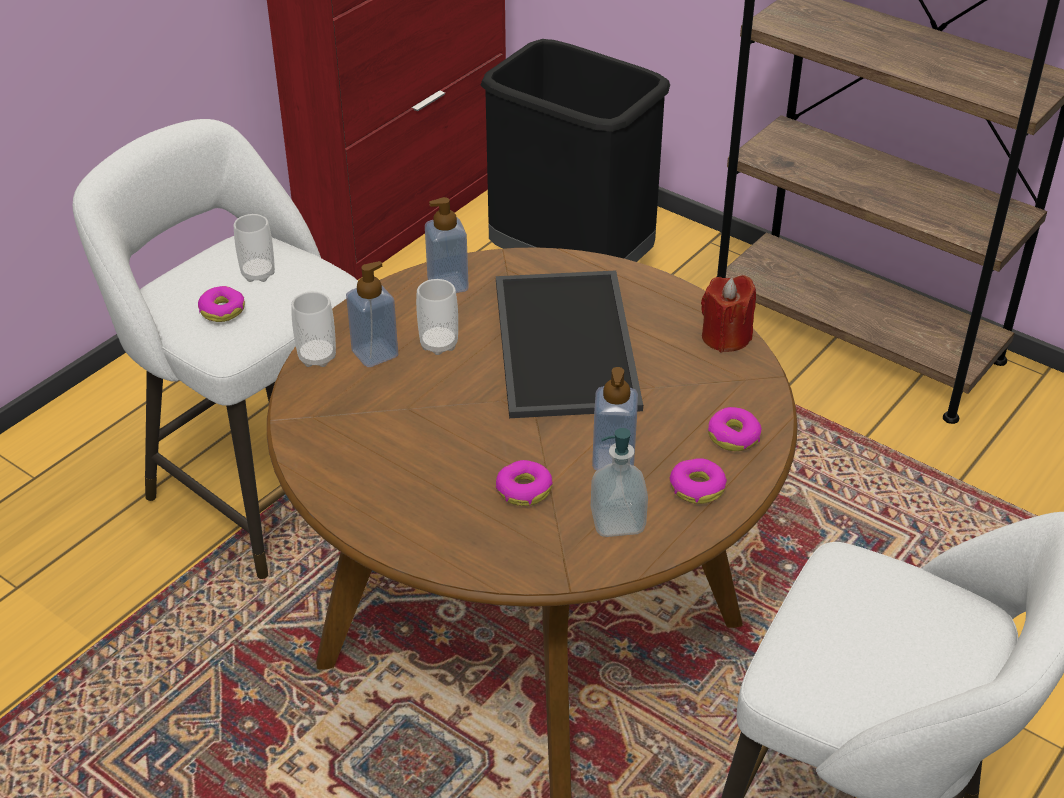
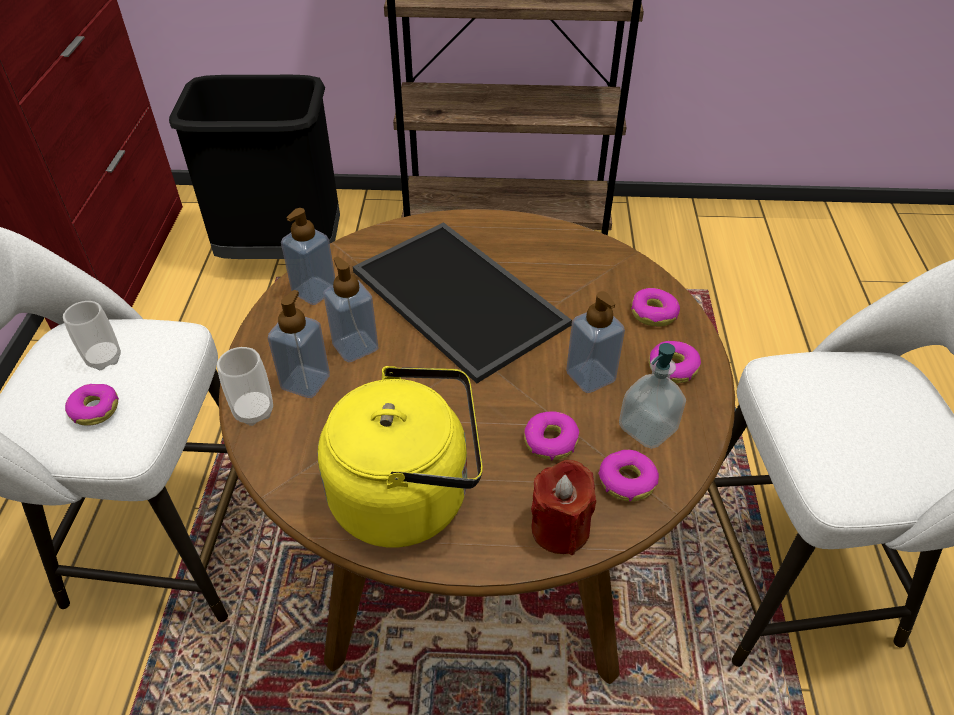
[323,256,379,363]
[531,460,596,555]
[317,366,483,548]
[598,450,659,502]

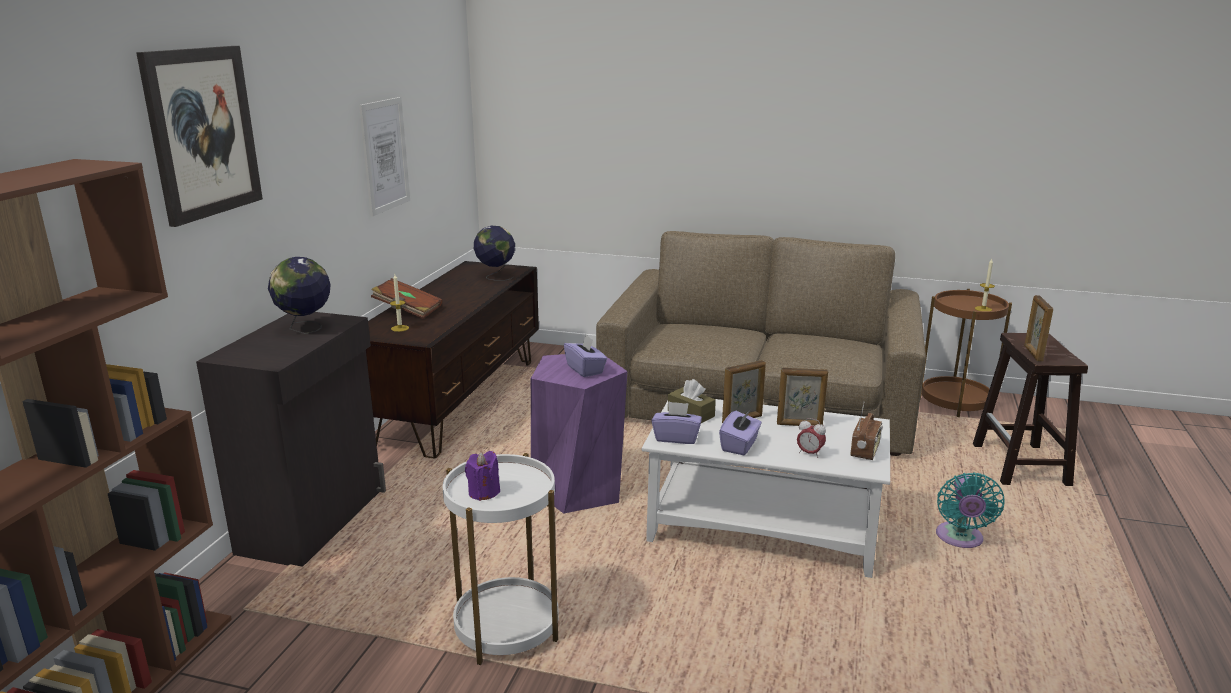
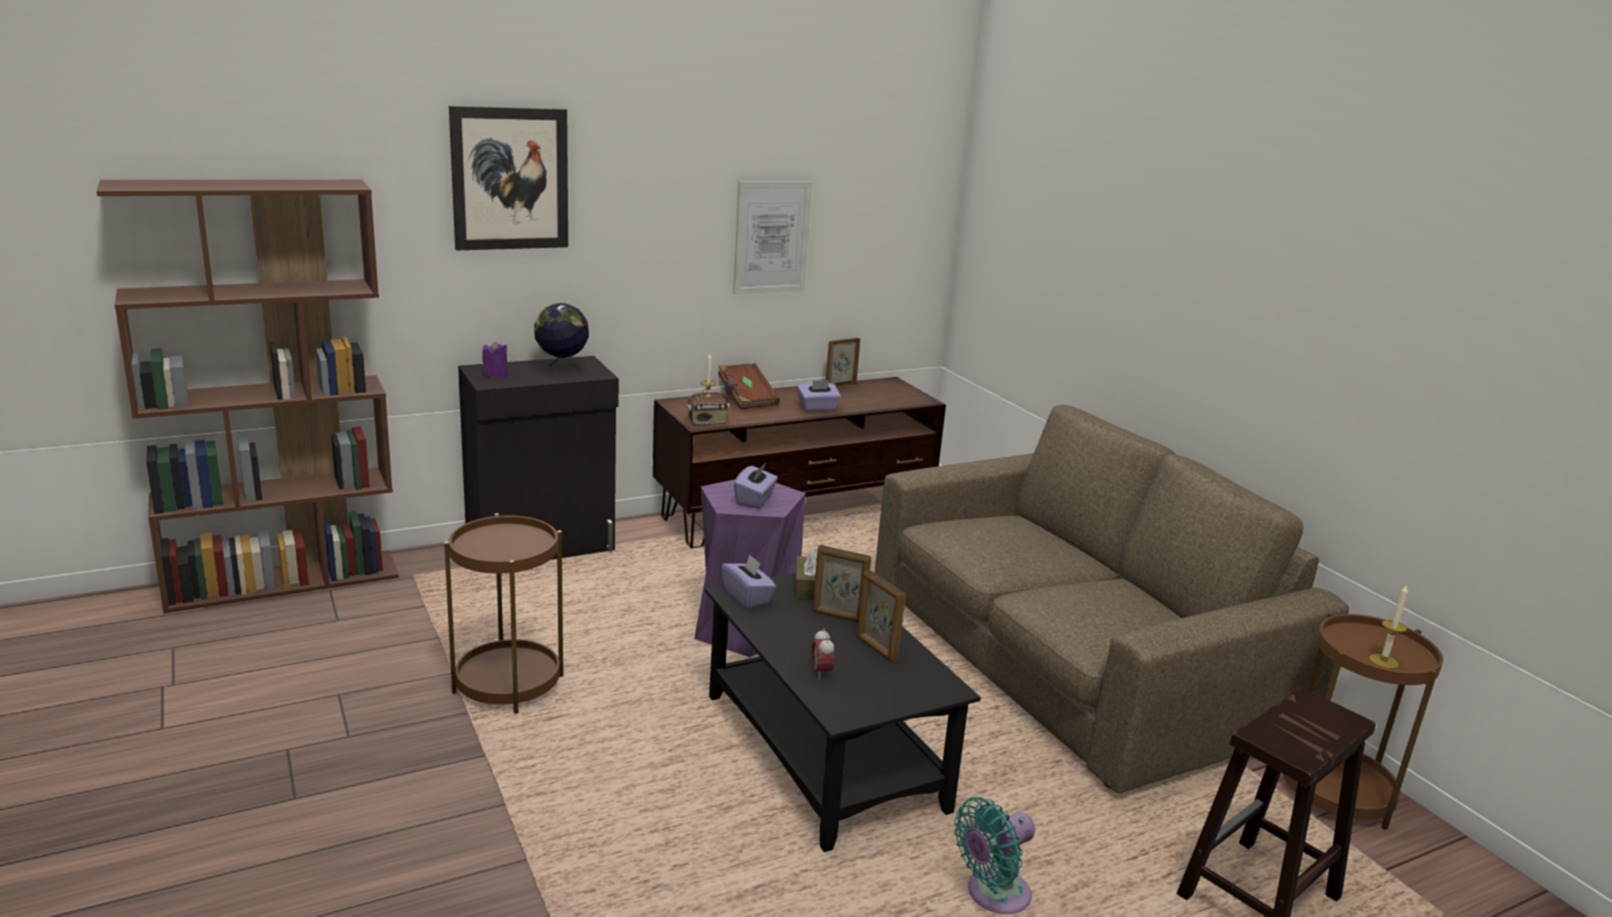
[444,513,563,714]
[482,341,508,378]
[474,225,515,281] (first image)
[705,573,981,852]
[797,380,841,411]
[687,379,729,425]
[826,338,860,388]

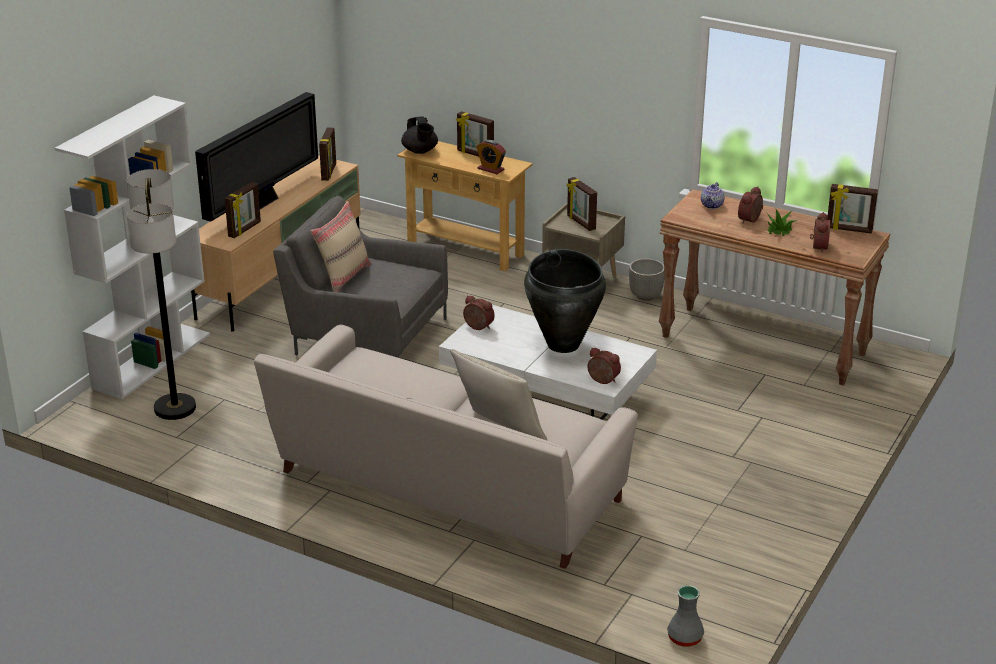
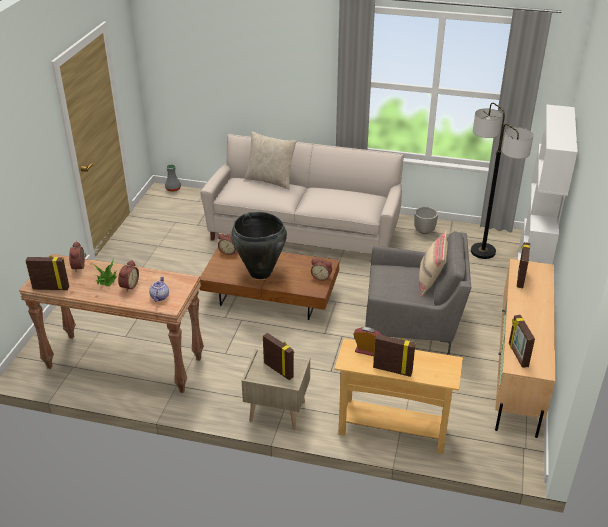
[195,92,318,222] (first image)
[401,117,438,154] (first image)
[200,247,339,320]
[414,207,438,234]

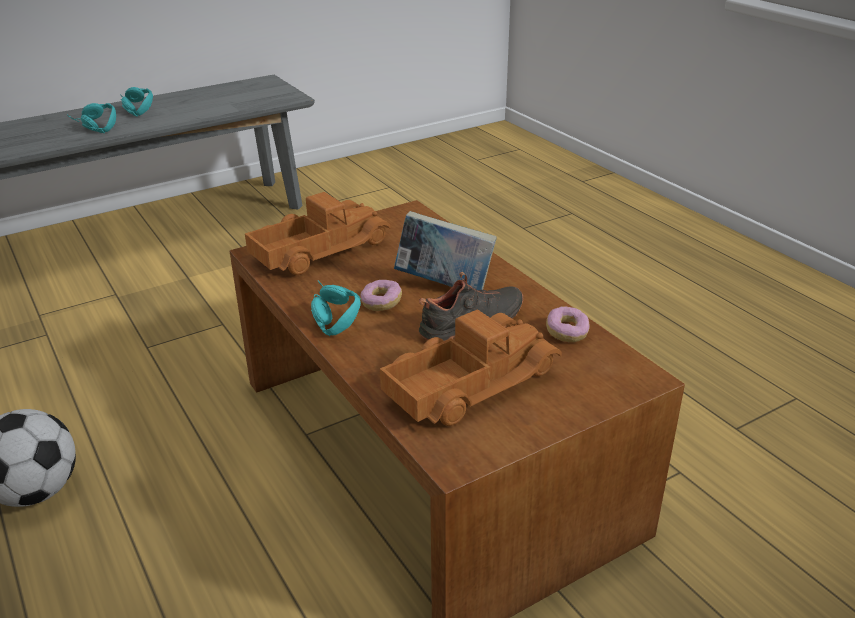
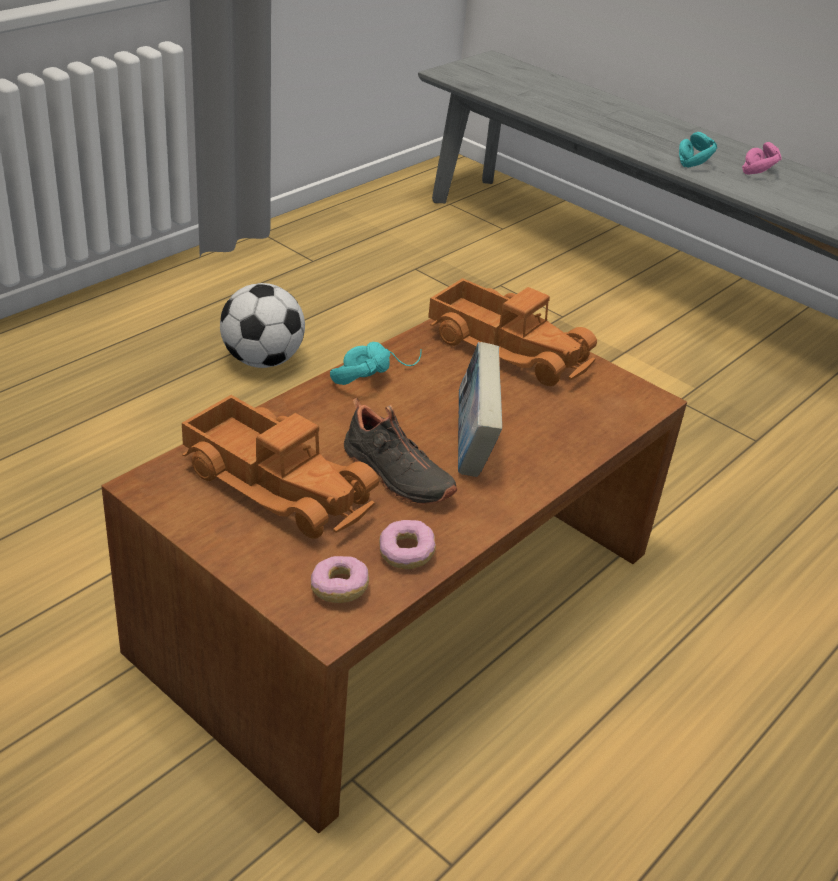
[742,142,781,175]
[311,556,369,603]

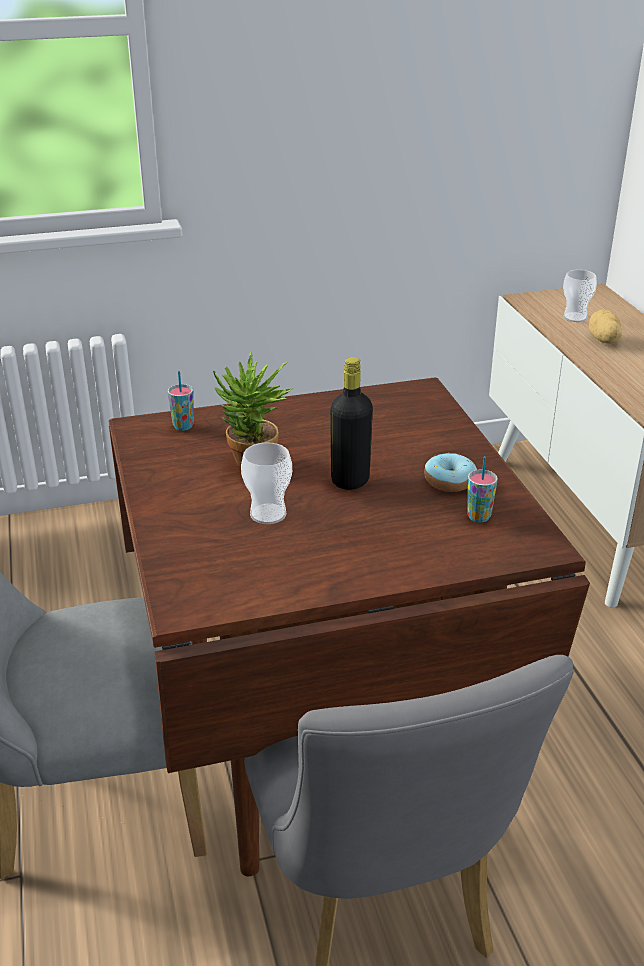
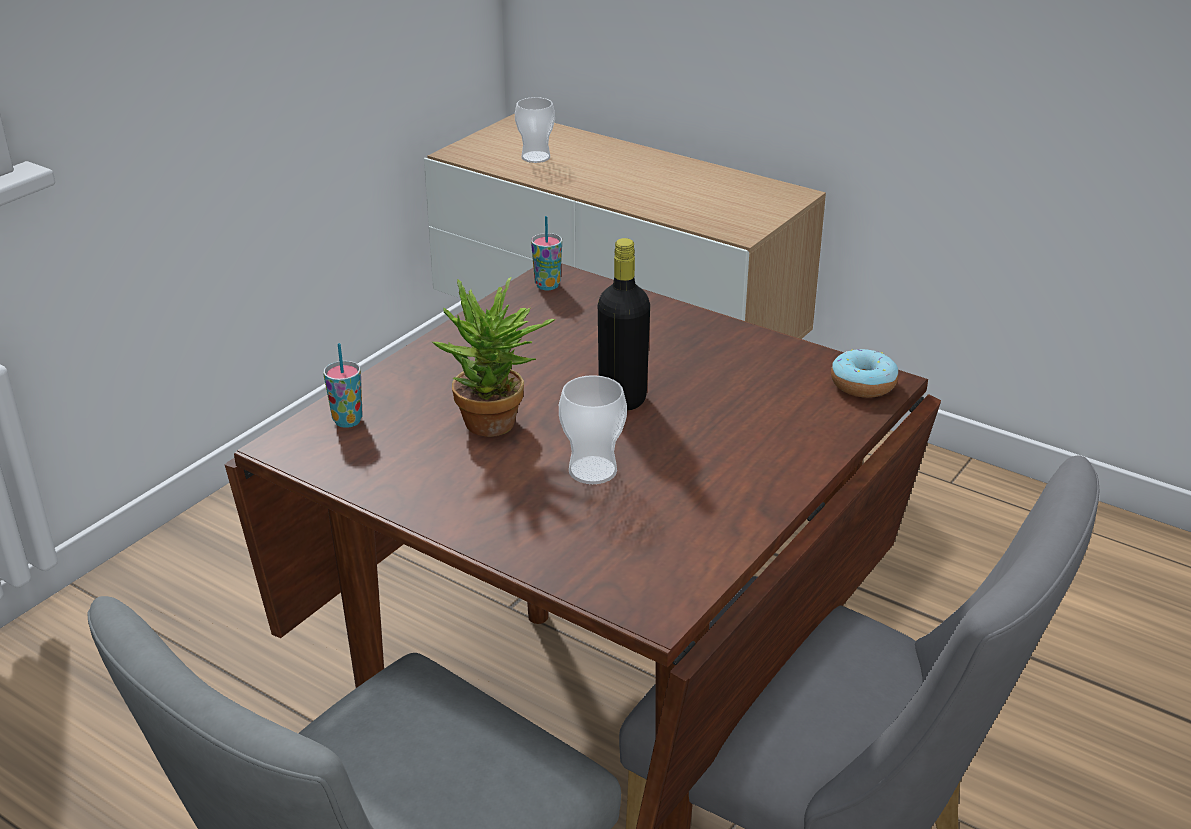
[831,349,898,398]
[531,216,562,290]
[589,310,622,344] (first image)

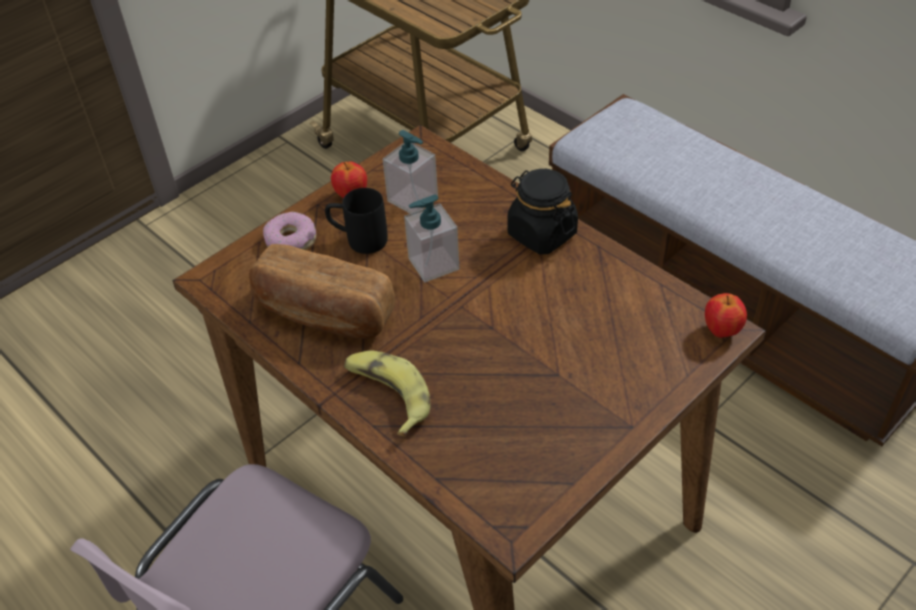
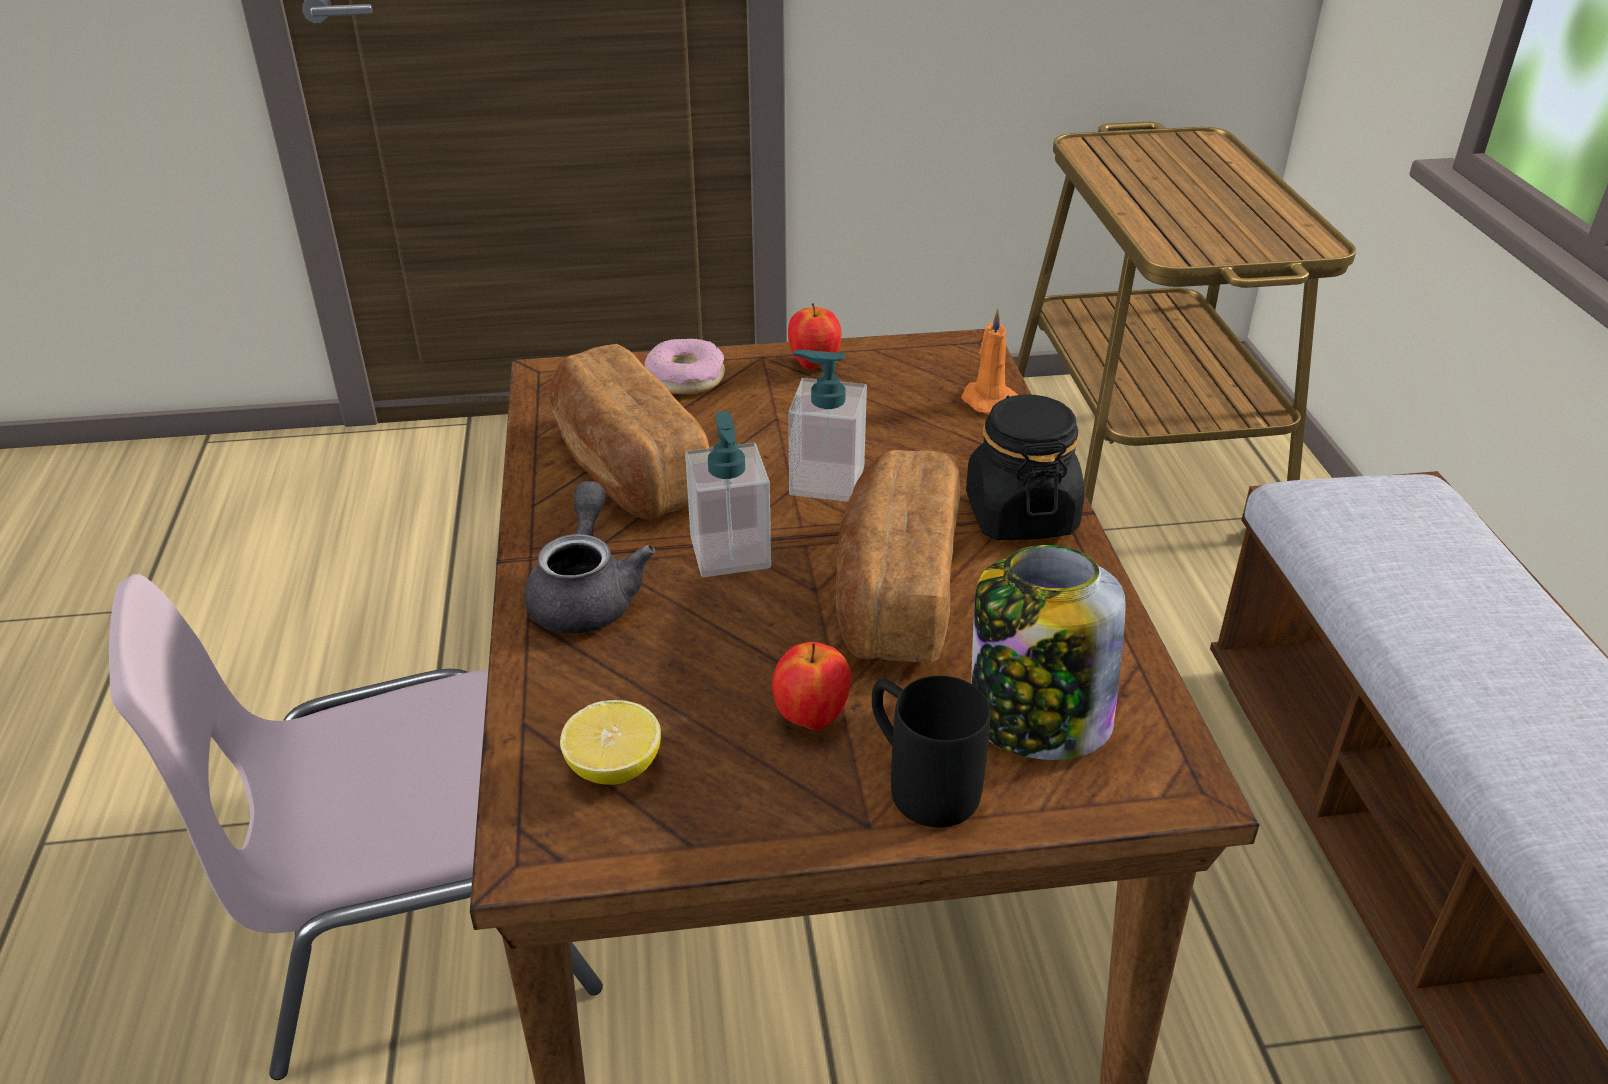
[872,676,991,828]
[524,481,656,634]
[685,411,771,577]
[772,642,851,730]
[560,700,661,785]
[836,450,960,664]
[961,308,1018,414]
[971,545,1125,760]

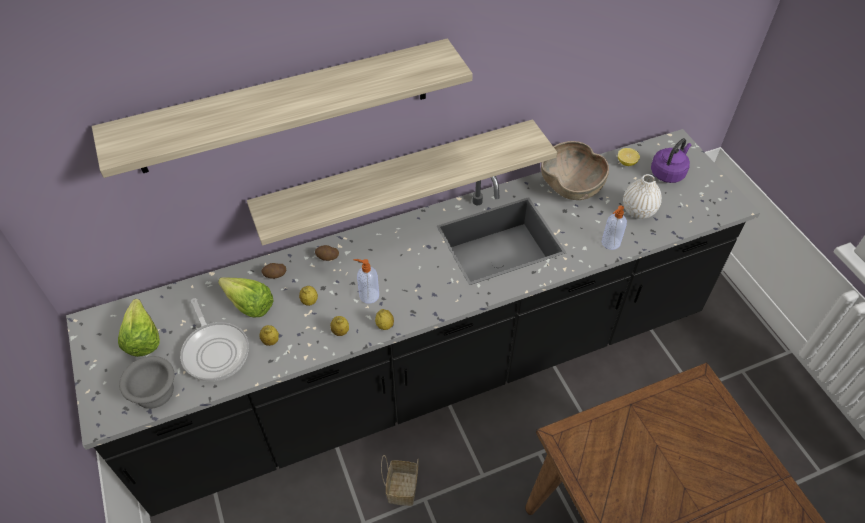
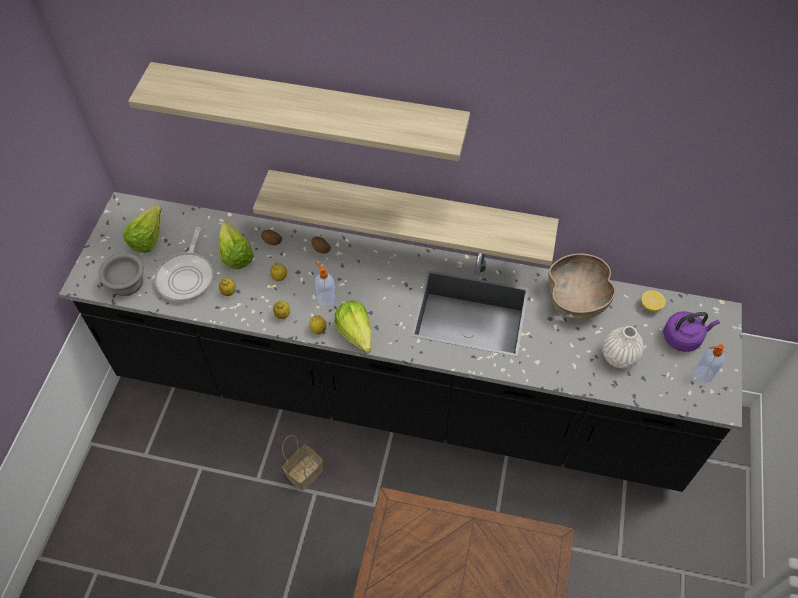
[694,344,725,383]
[334,300,371,354]

